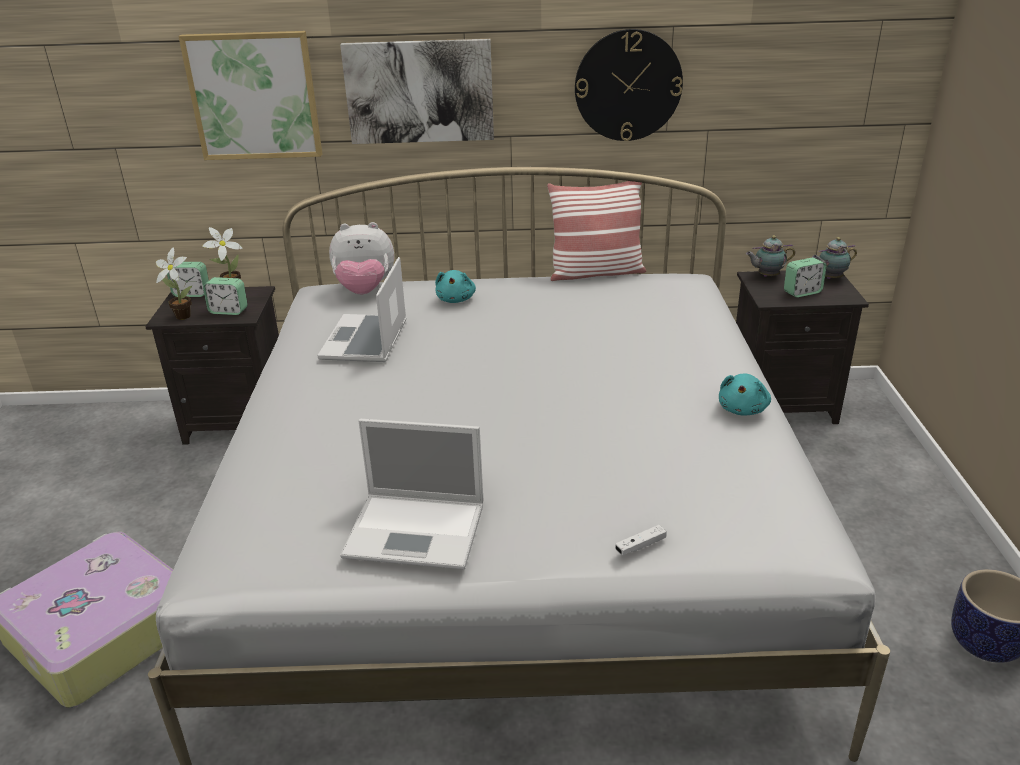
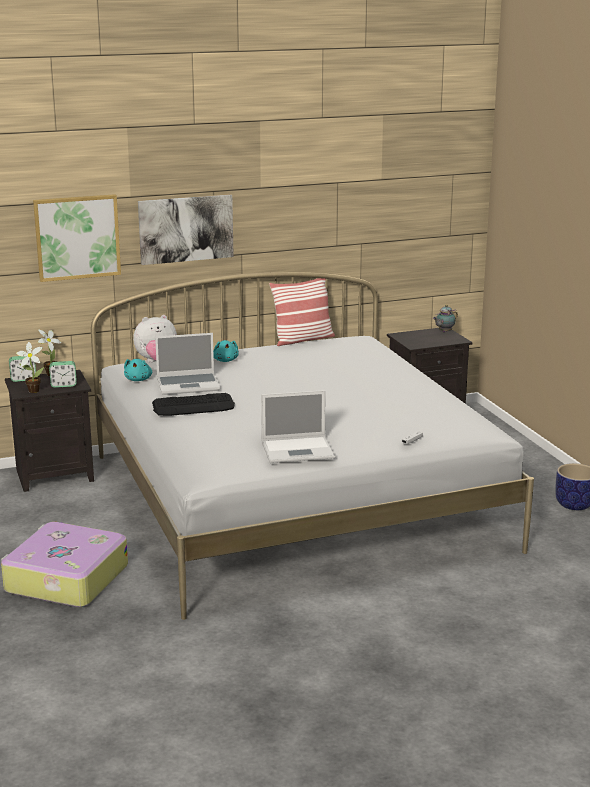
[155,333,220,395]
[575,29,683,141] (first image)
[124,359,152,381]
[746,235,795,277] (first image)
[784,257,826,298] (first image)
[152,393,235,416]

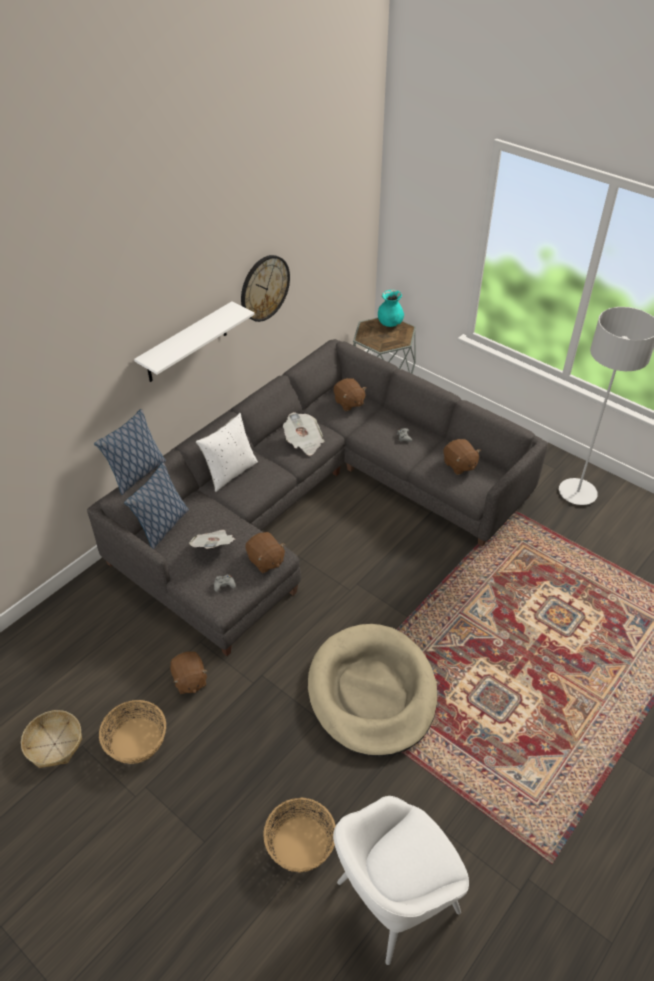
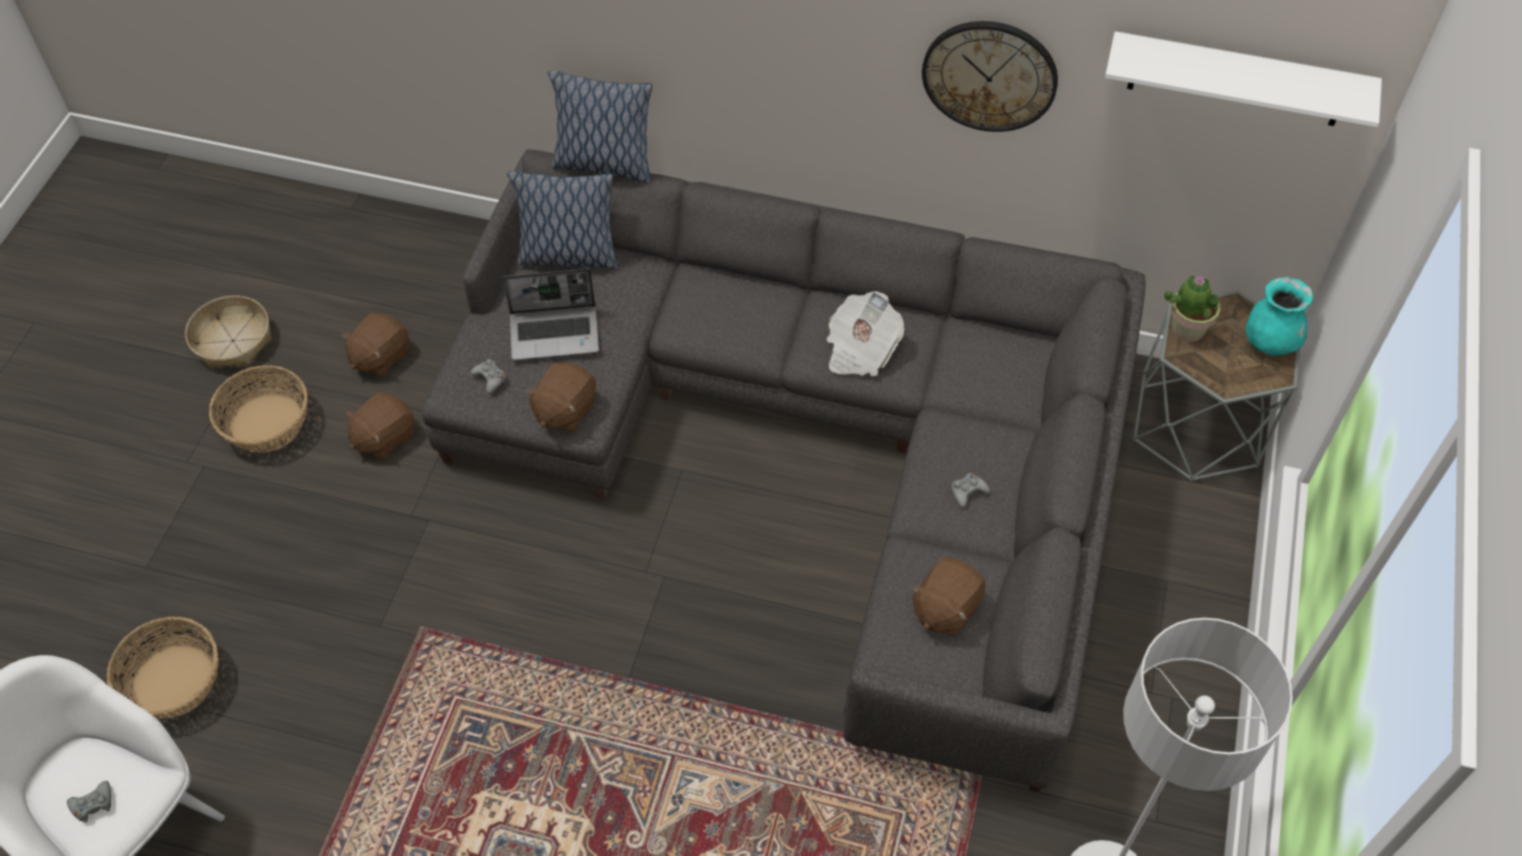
[1105,31,1382,127]
[503,269,599,360]
[196,413,258,492] (first image)
[308,624,437,757] (first image)
[341,313,409,377]
[67,781,111,823]
[1164,275,1221,342]

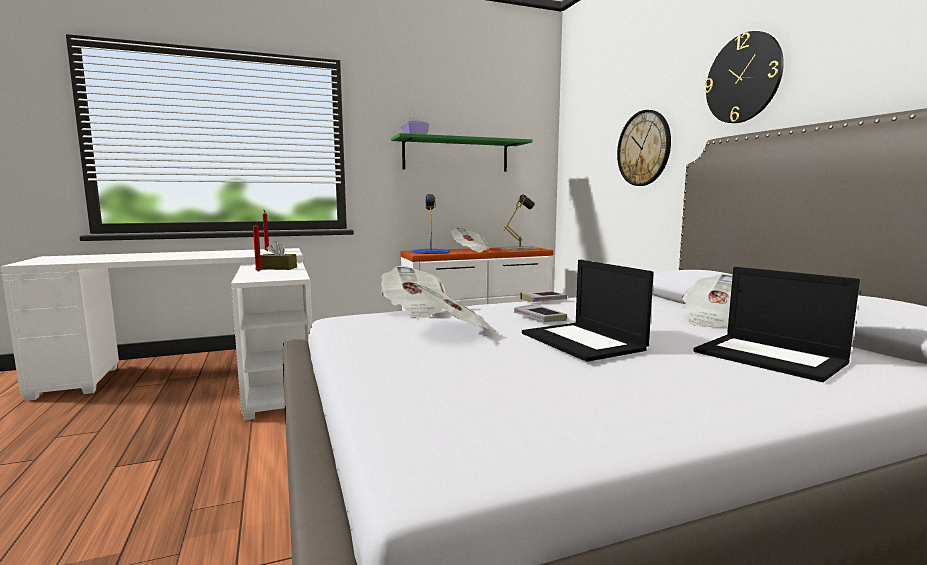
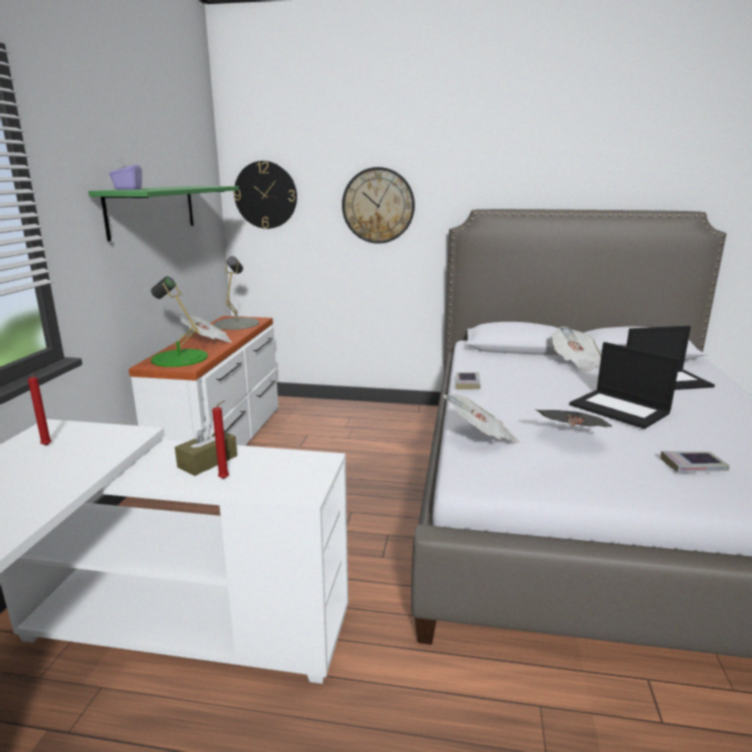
[151,276,208,367]
[660,451,730,472]
[569,342,680,429]
[234,161,297,229]

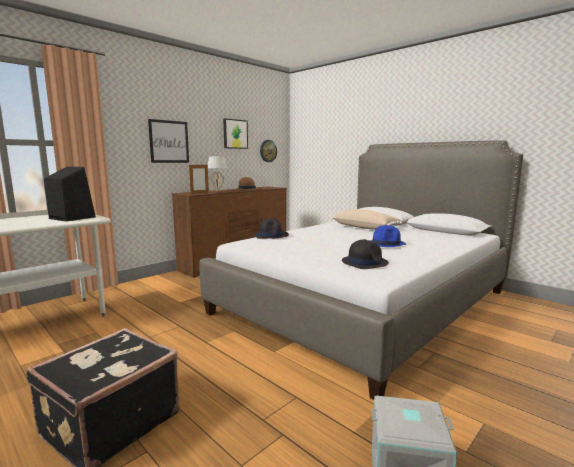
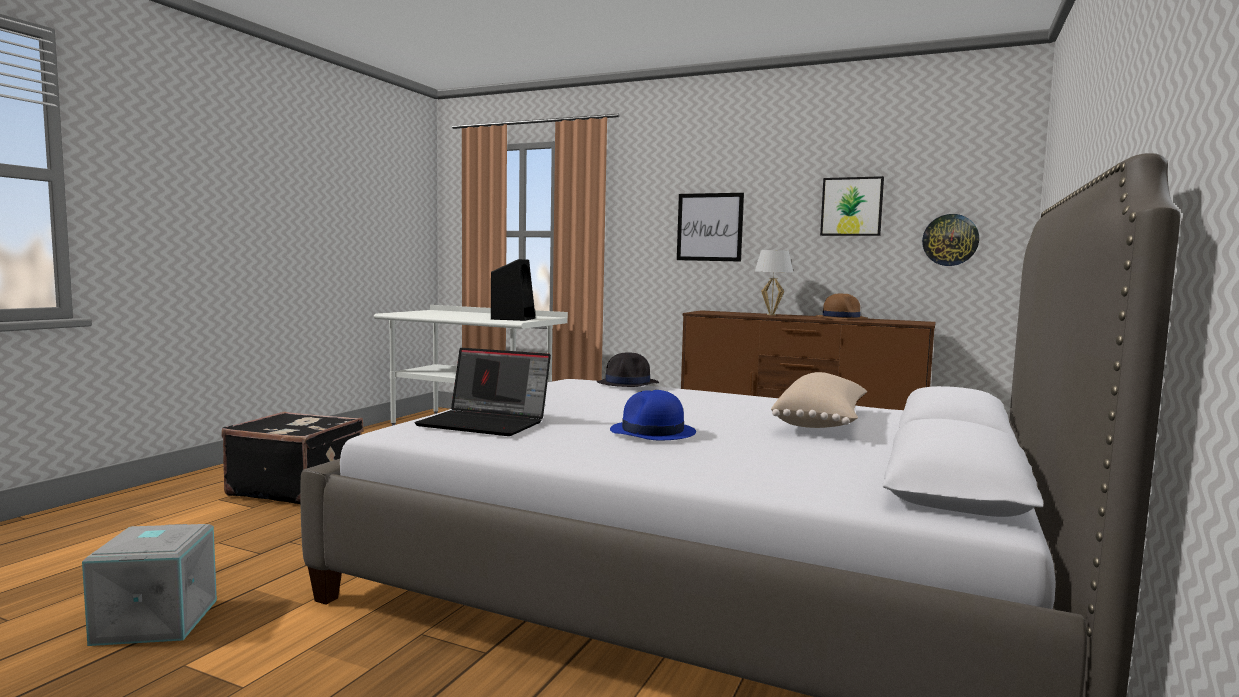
[189,165,209,194] (first image)
[414,348,551,436]

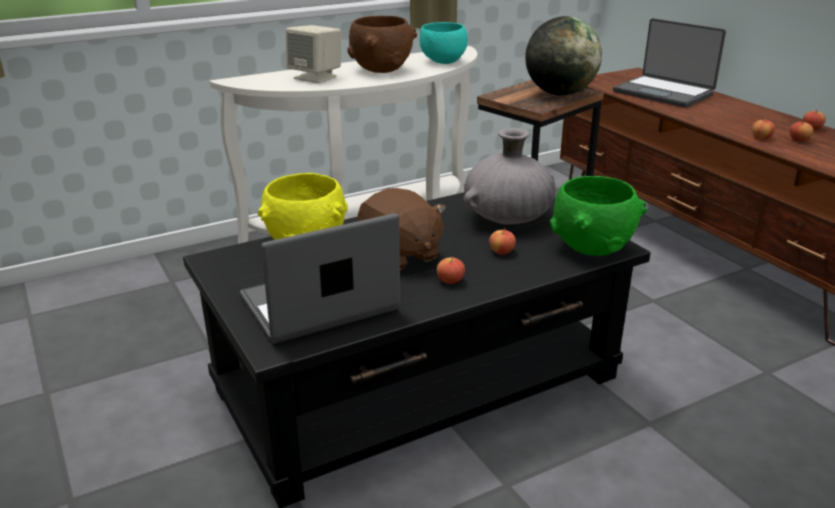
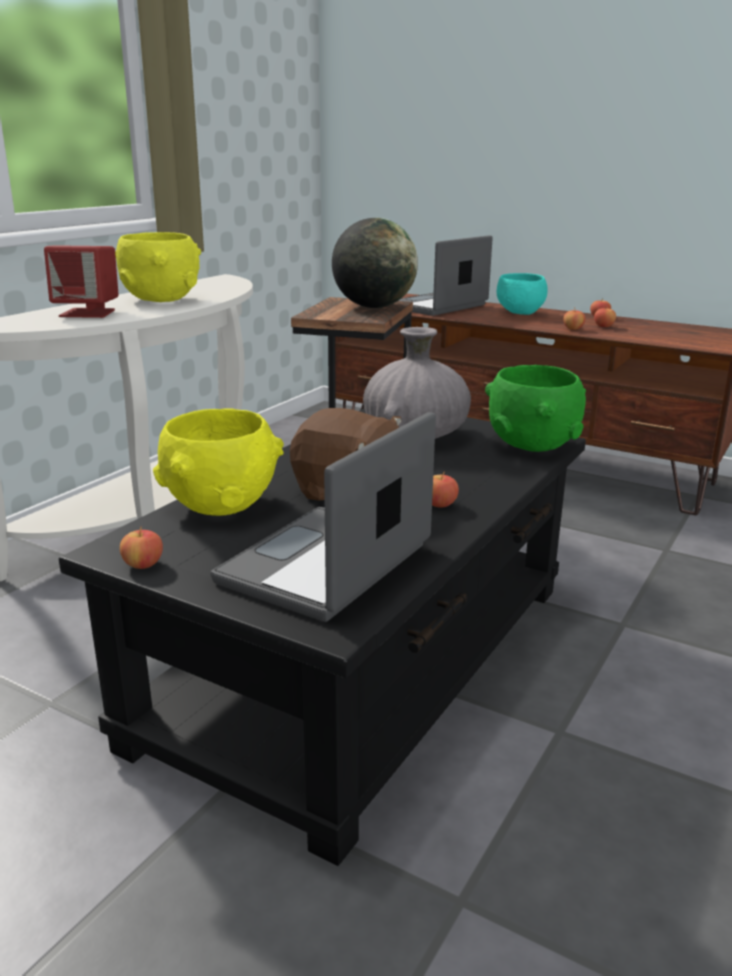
[44,246,119,318]
[115,232,201,302]
[497,273,548,315]
[120,526,163,569]
[398,235,493,316]

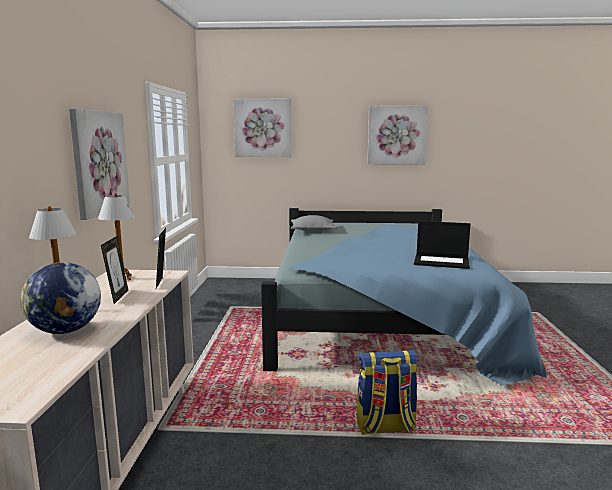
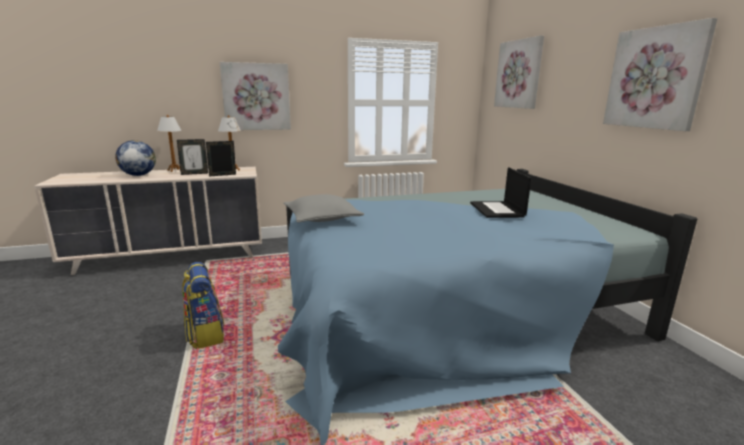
[283,194,364,223]
[470,167,531,218]

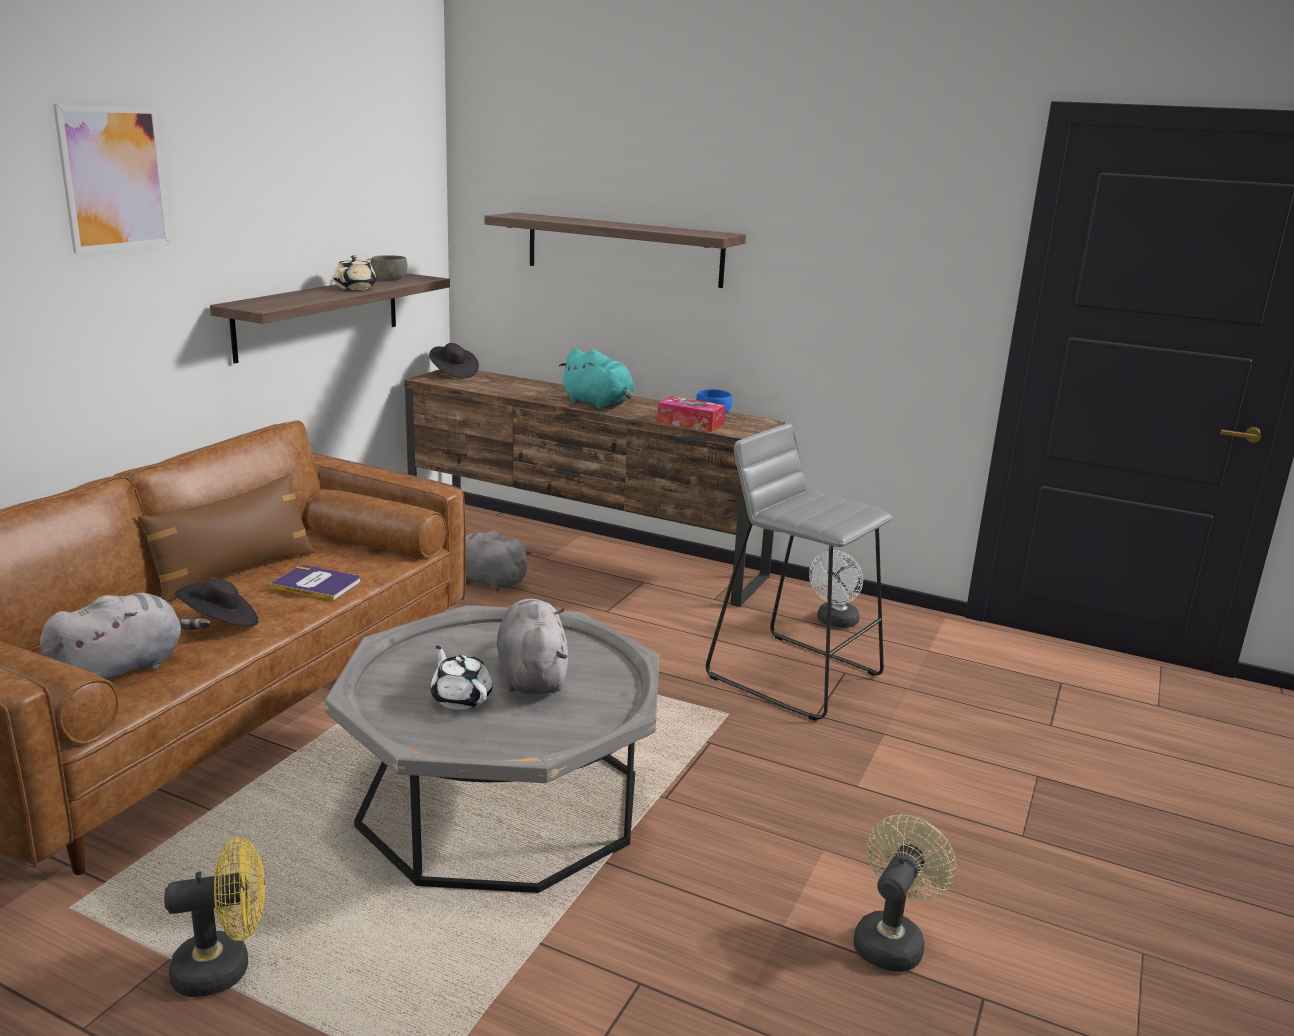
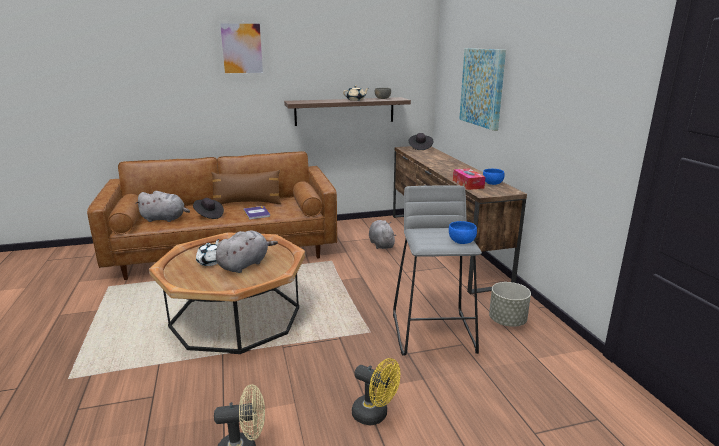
[352,358,400,425]
[149,232,305,354]
[459,48,506,131]
[559,349,634,409] (first image)
[489,282,531,327]
[449,221,477,244]

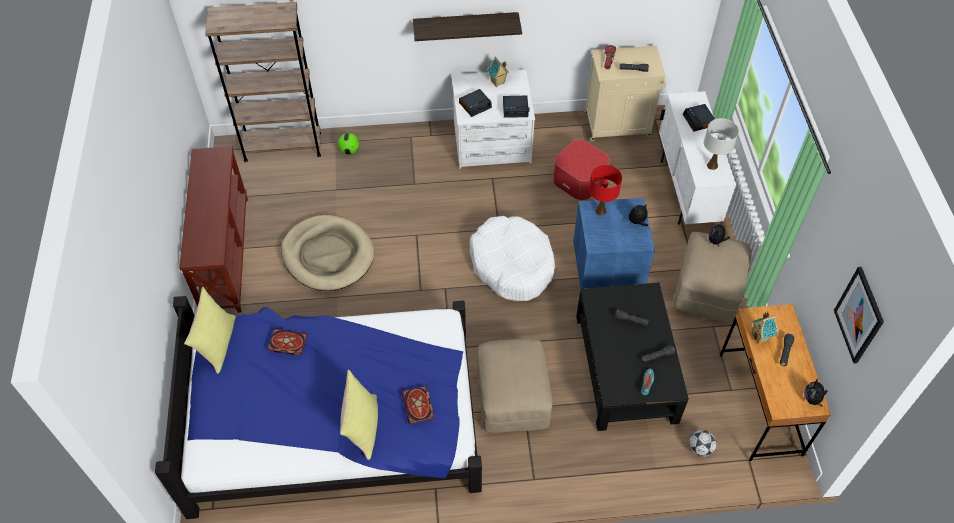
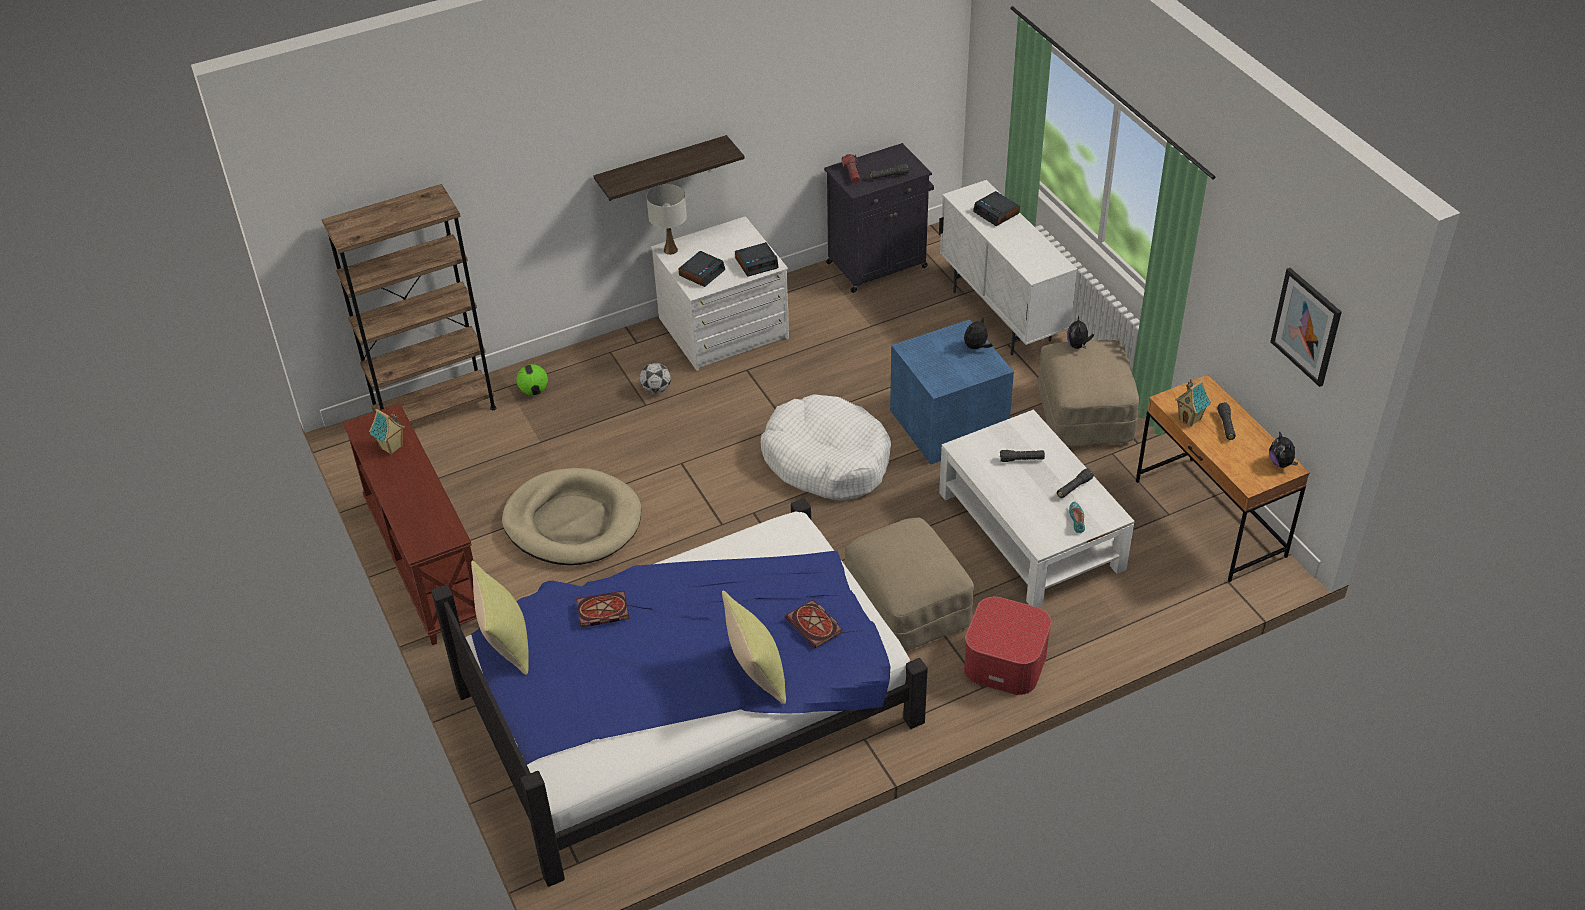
[369,409,405,455]
[964,597,1051,695]
[939,409,1135,607]
[824,143,934,293]
[589,165,622,215] (first image)
[640,363,671,394]
[646,184,687,255]

